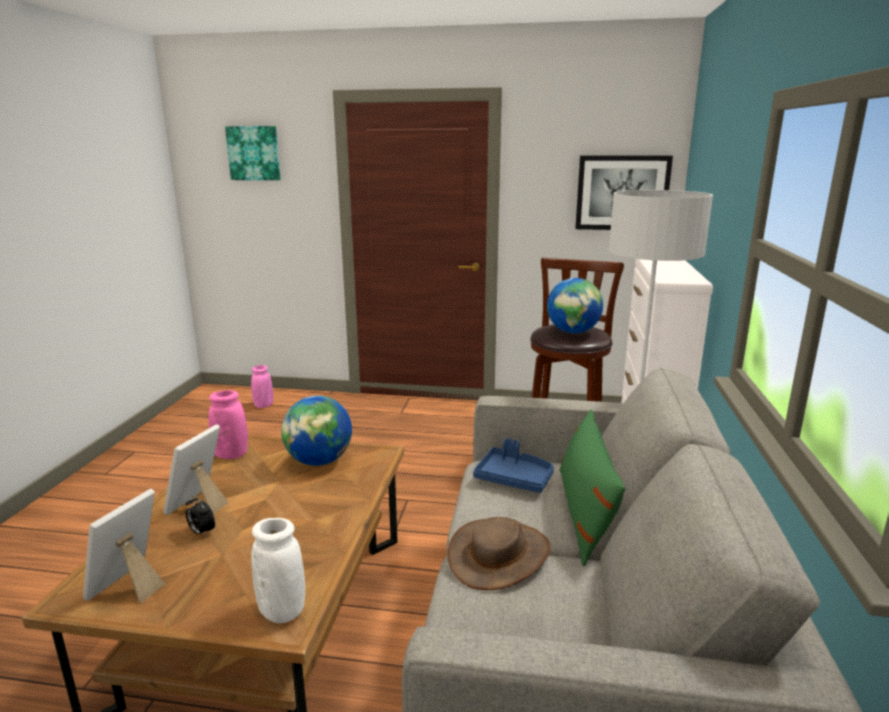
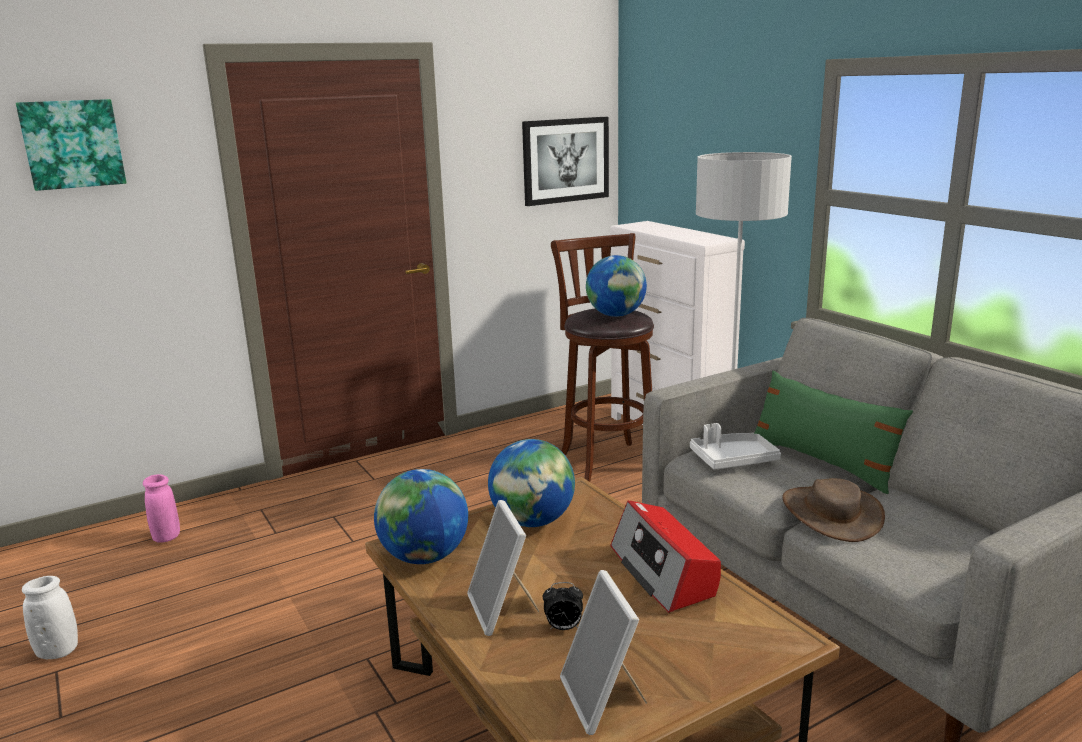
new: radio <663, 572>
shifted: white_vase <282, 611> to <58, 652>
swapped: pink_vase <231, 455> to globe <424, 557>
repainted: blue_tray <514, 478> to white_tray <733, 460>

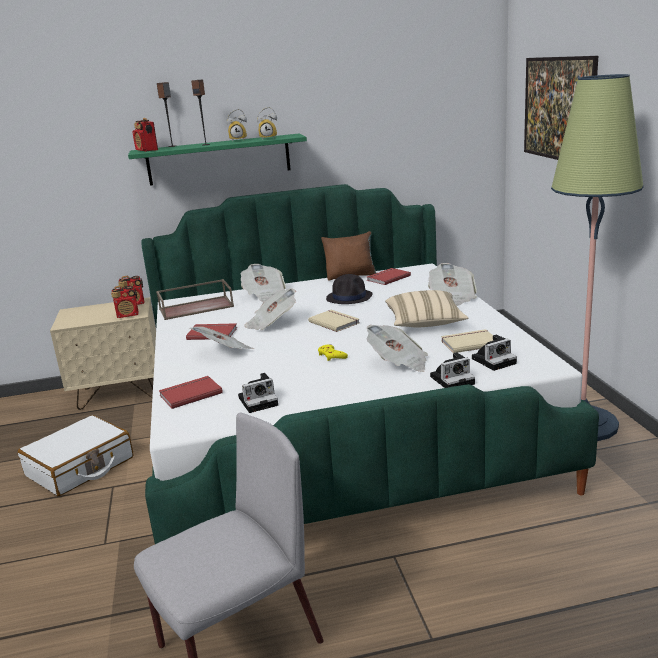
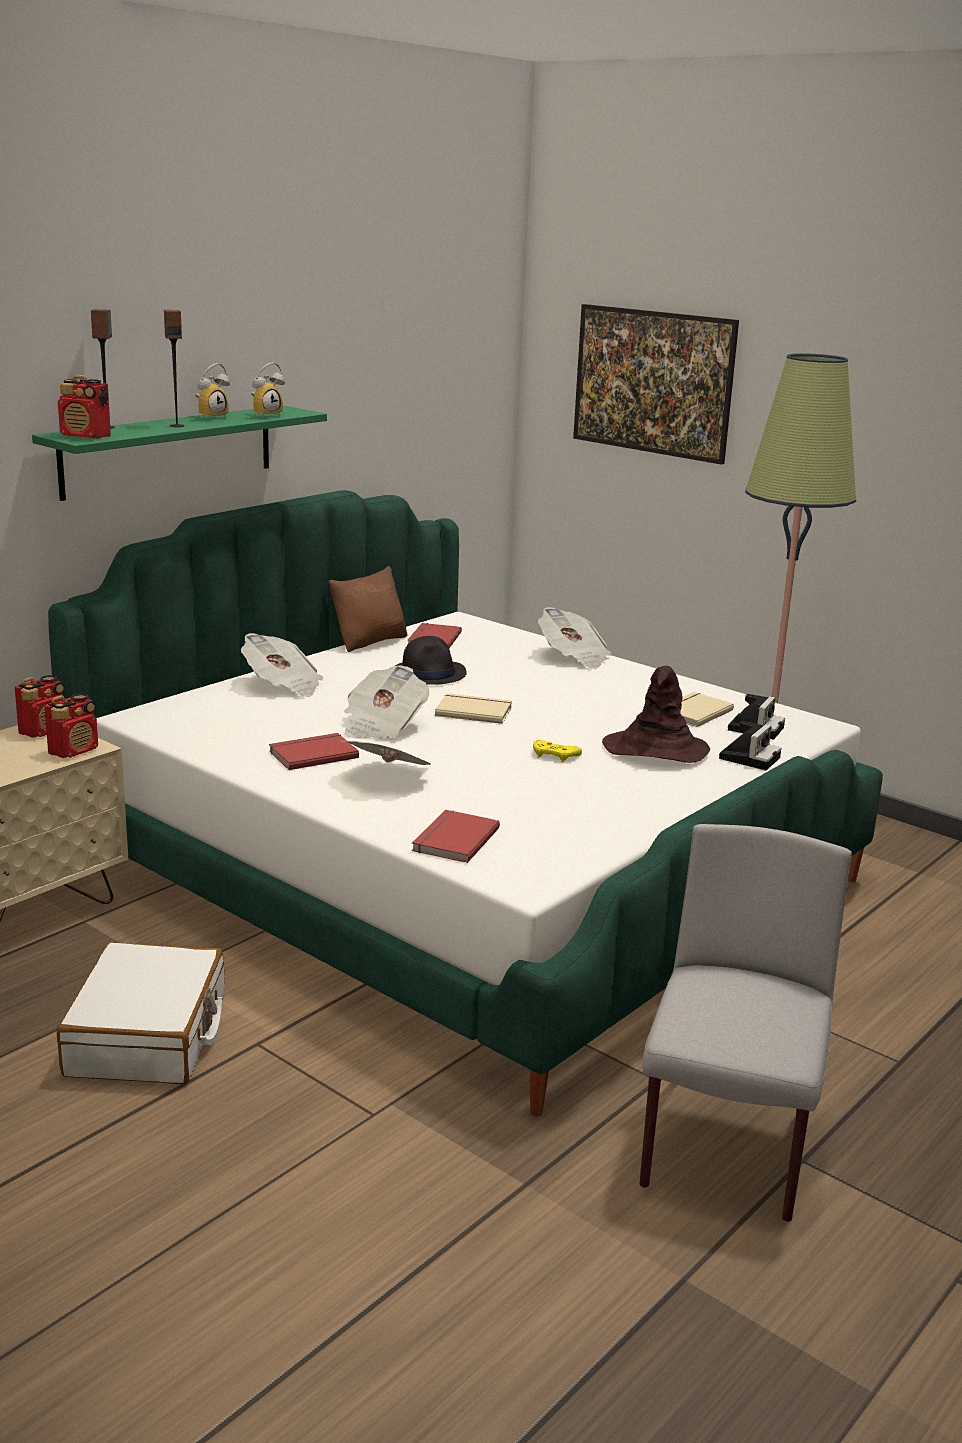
gone: brown_tray <197, 307>; beige_pillow <425, 323>; photo_camera <259, 401>
swapped: newspaper <399, 363> to brown_hat <655, 750>

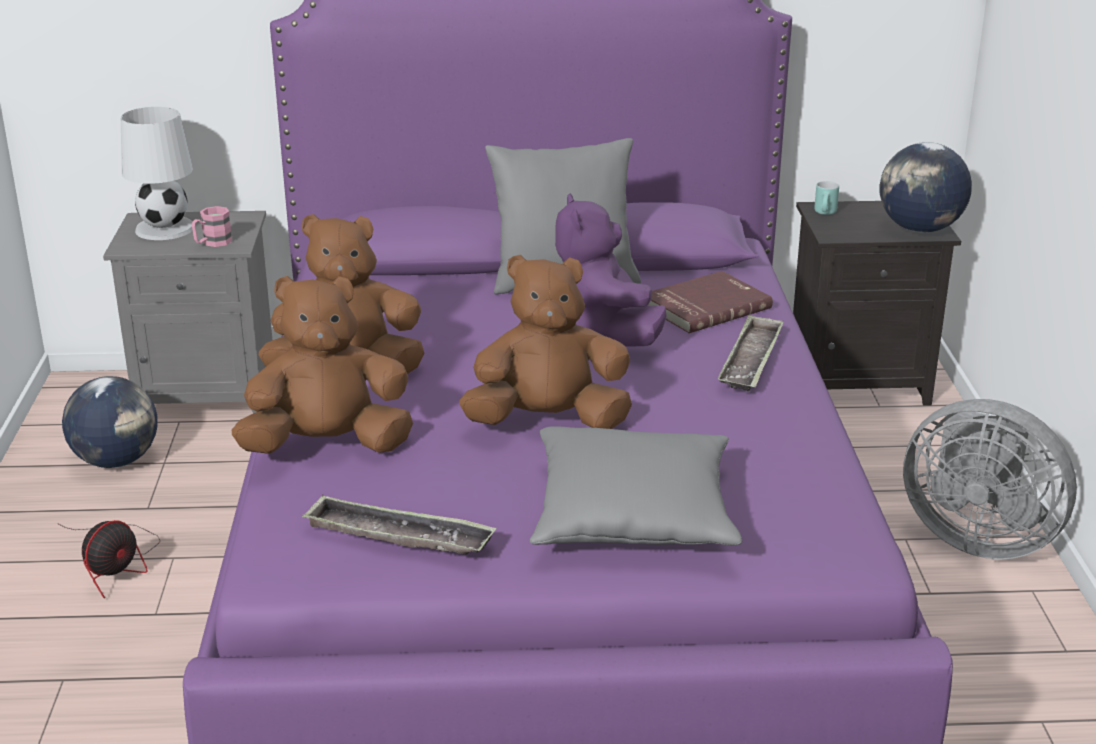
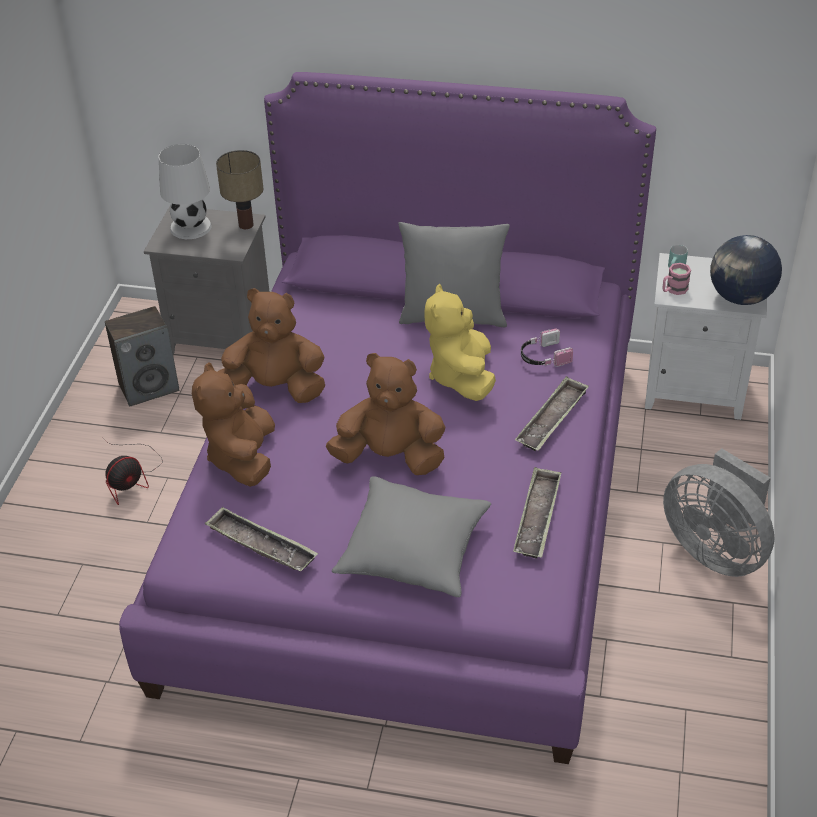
new: table_lamp <245, 224>; tray <537, 517>
shifted: pink_mug <212, 243> to <673, 290>
swapped: red_book <704, 306> to headphones <543, 357>; globe <116, 461> to speaker <149, 387>
repainted: purple_plush_toy <606, 334> to yellow_plush_toy <461, 377>; black_nightstand <859, 382> to white_nightstand <695, 388>
rotated: brown_plush_toy <328, 446> = <242, 458> 90 degrees counterclockwise

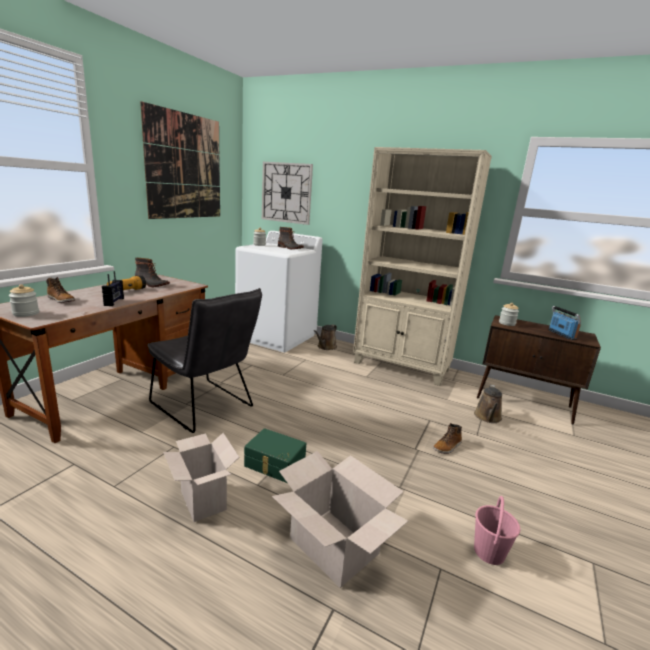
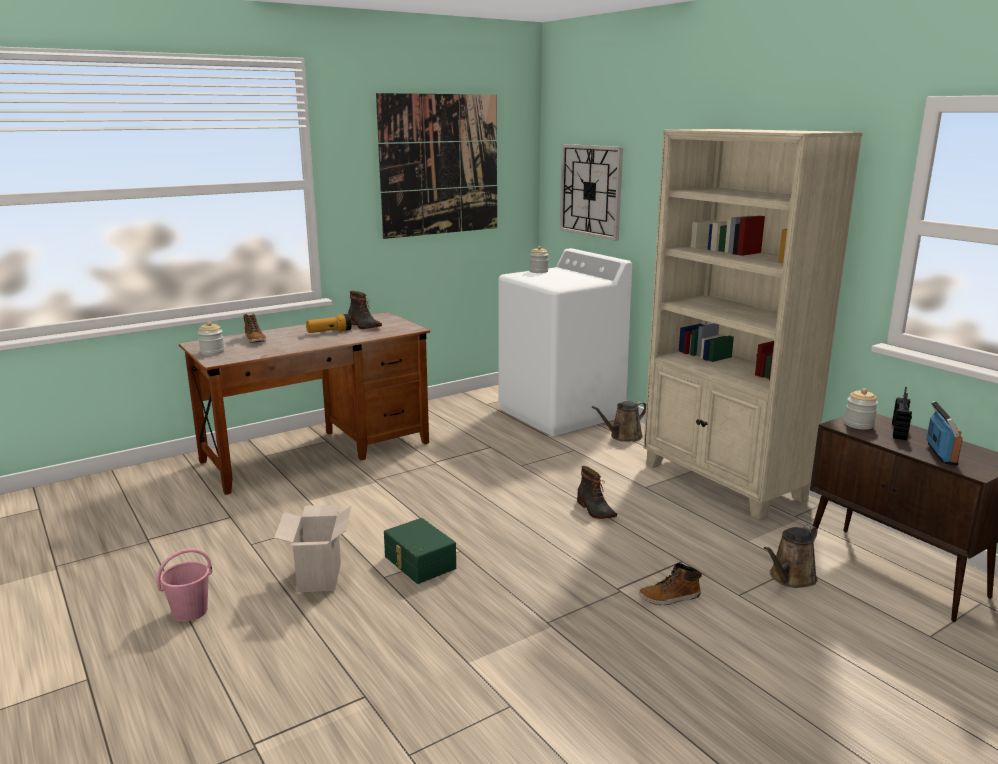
gone: grey_chair <205, 407>; cardboard_box <333, 546>
shifted: boot <289, 248> to <595, 510>; radio <114, 302> to <900, 432>; pink_bucket <489, 551> to <191, 611>

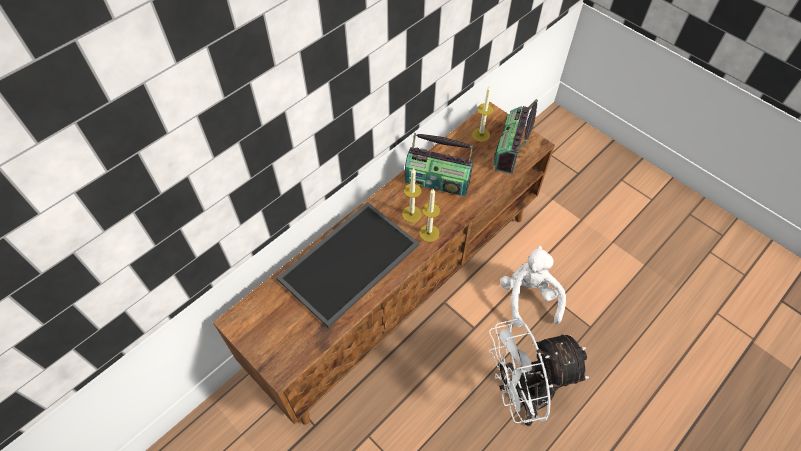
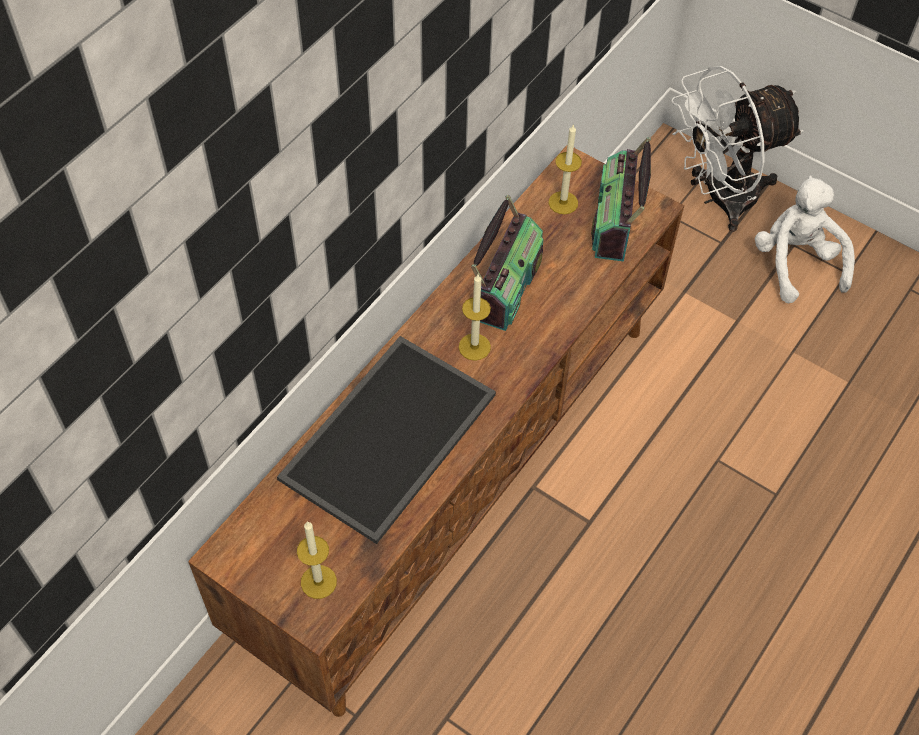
shifted: candle <429, 233> to <318, 582>; white_plush_toy <528, 297> to <796, 263>; white_fan <522, 393> to <719, 199>
rotated: radio <437, 180> = <506, 287> 75 degrees counterclockwise

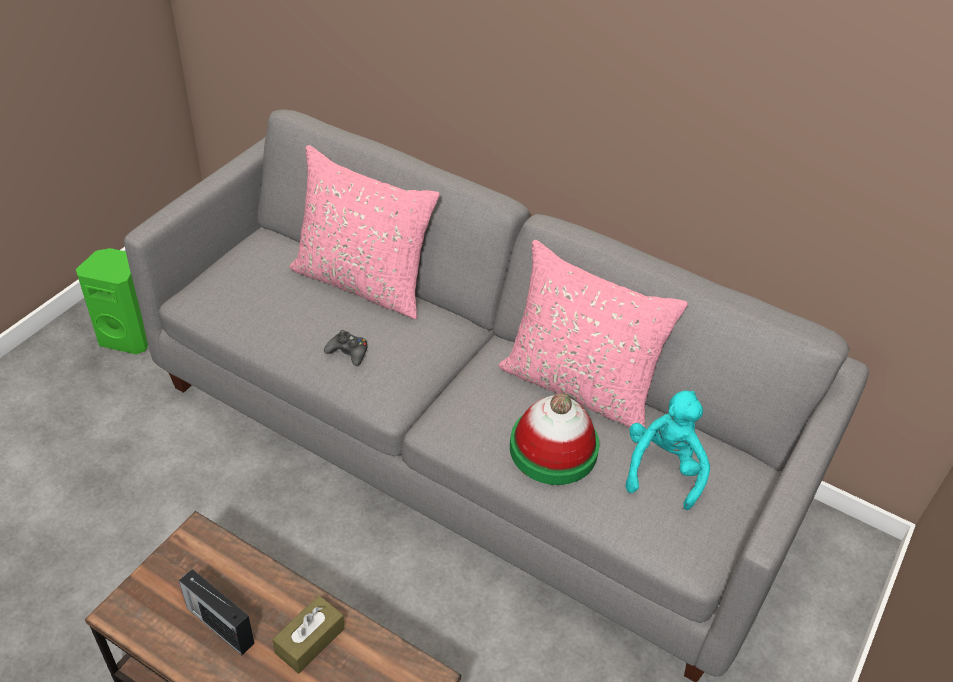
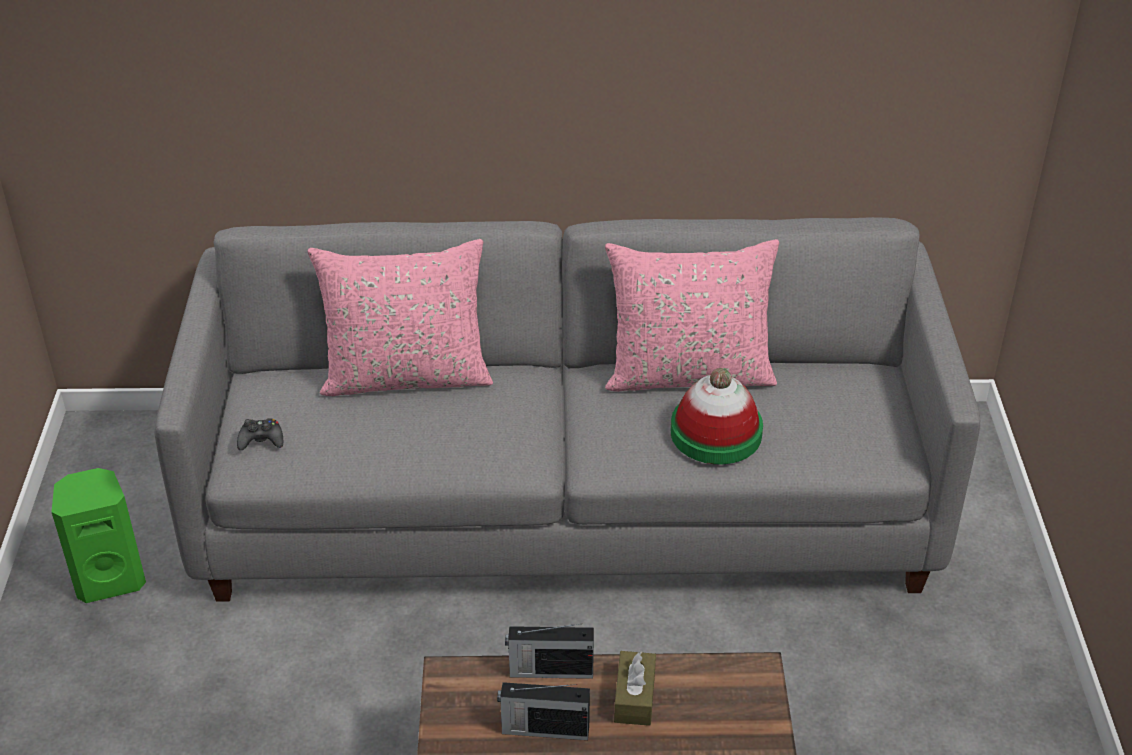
gone: turquoise_plush_toy <663, 469>
new: radio <549, 670>
shifted: black_game_controller <348, 352> to <261, 440>

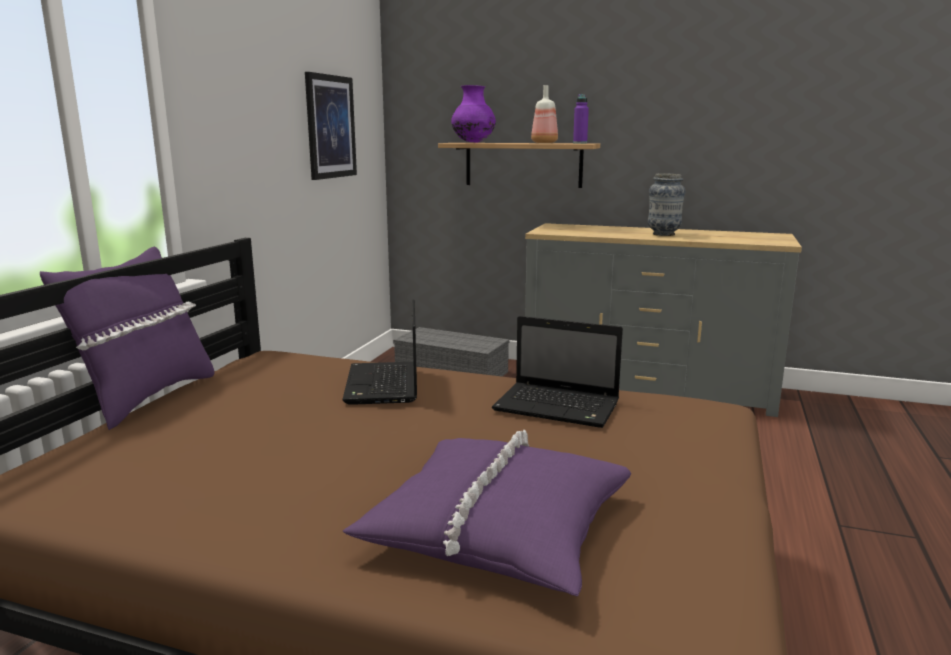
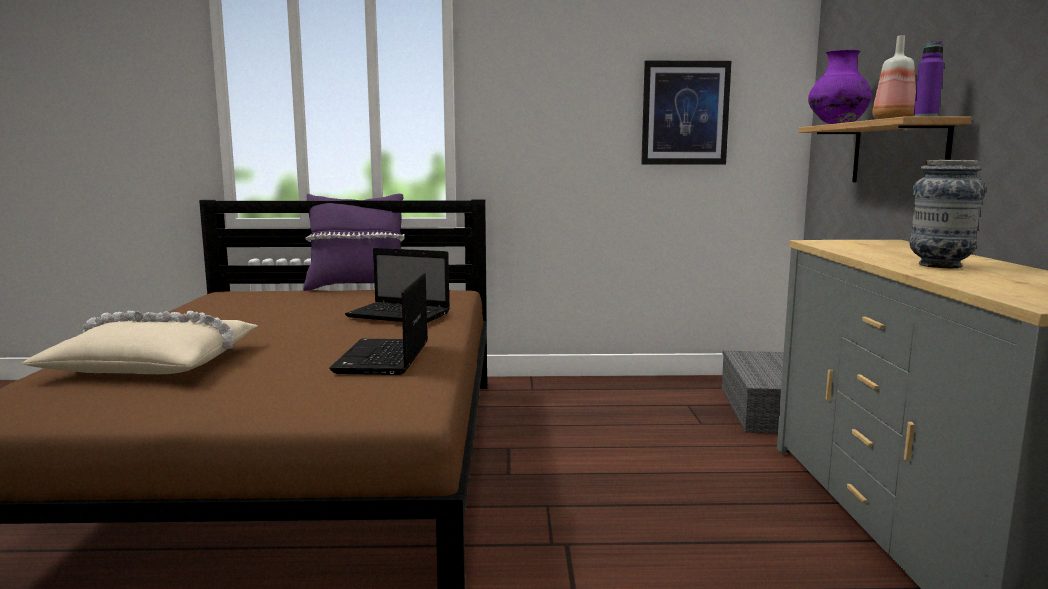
repainted: purple_pillow <497, 527> to beige_pillow <156, 363>
rotated: laptop <383, 385> = <401, 315> 135 degrees counterclockwise

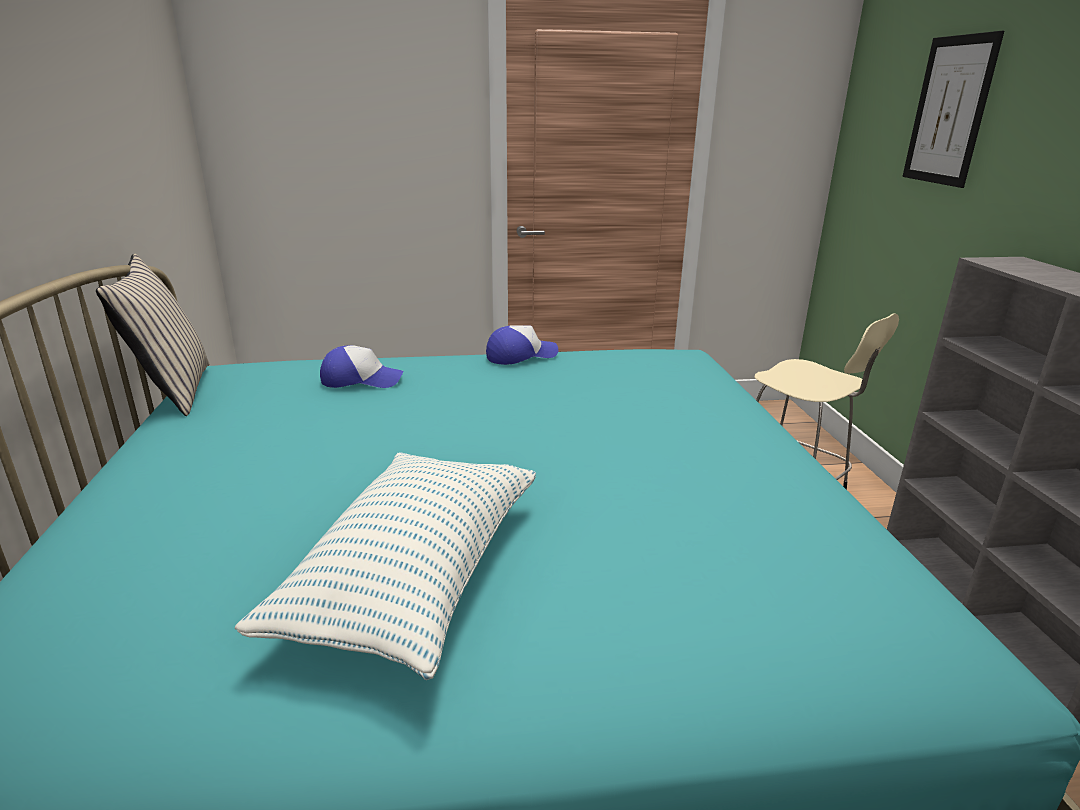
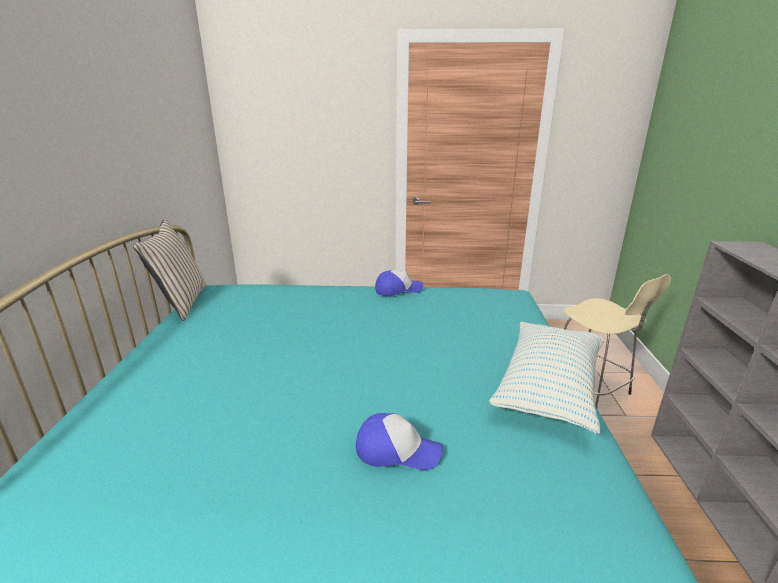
gone: picture <949, 111>
shifted: cap <361, 380> to <397, 450>; pillow <414, 578> to <549, 387>

